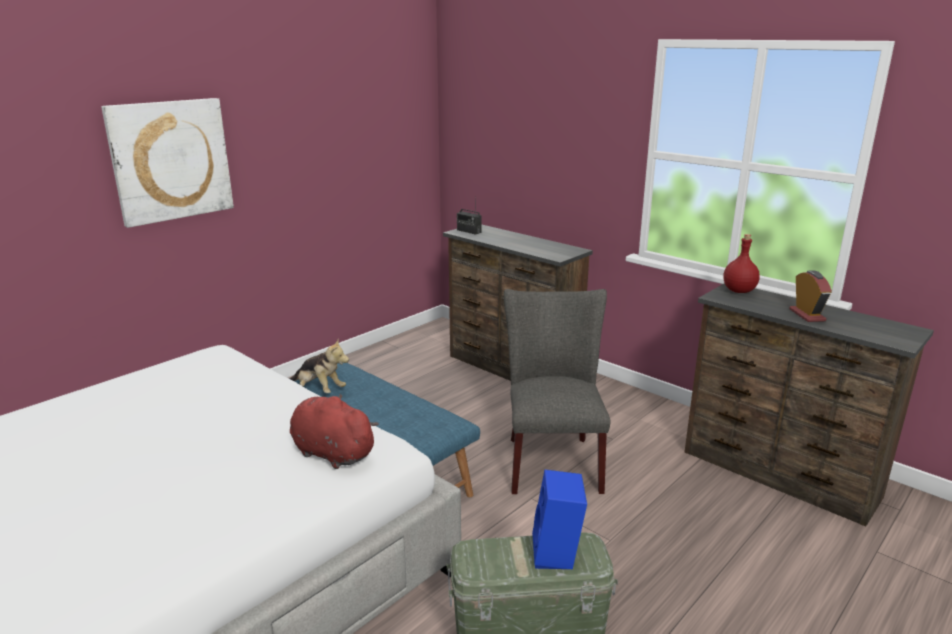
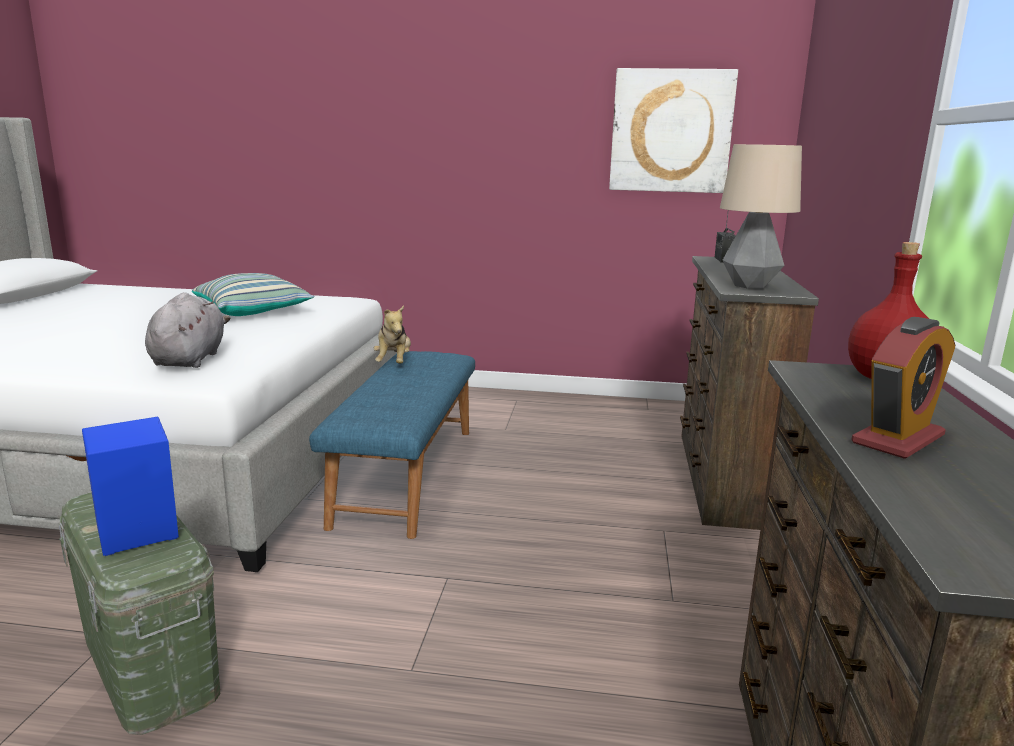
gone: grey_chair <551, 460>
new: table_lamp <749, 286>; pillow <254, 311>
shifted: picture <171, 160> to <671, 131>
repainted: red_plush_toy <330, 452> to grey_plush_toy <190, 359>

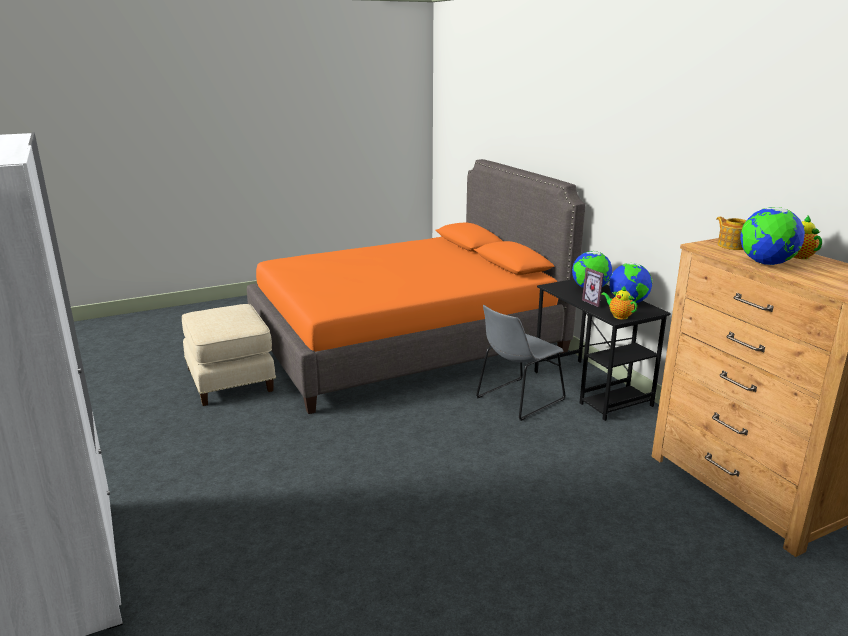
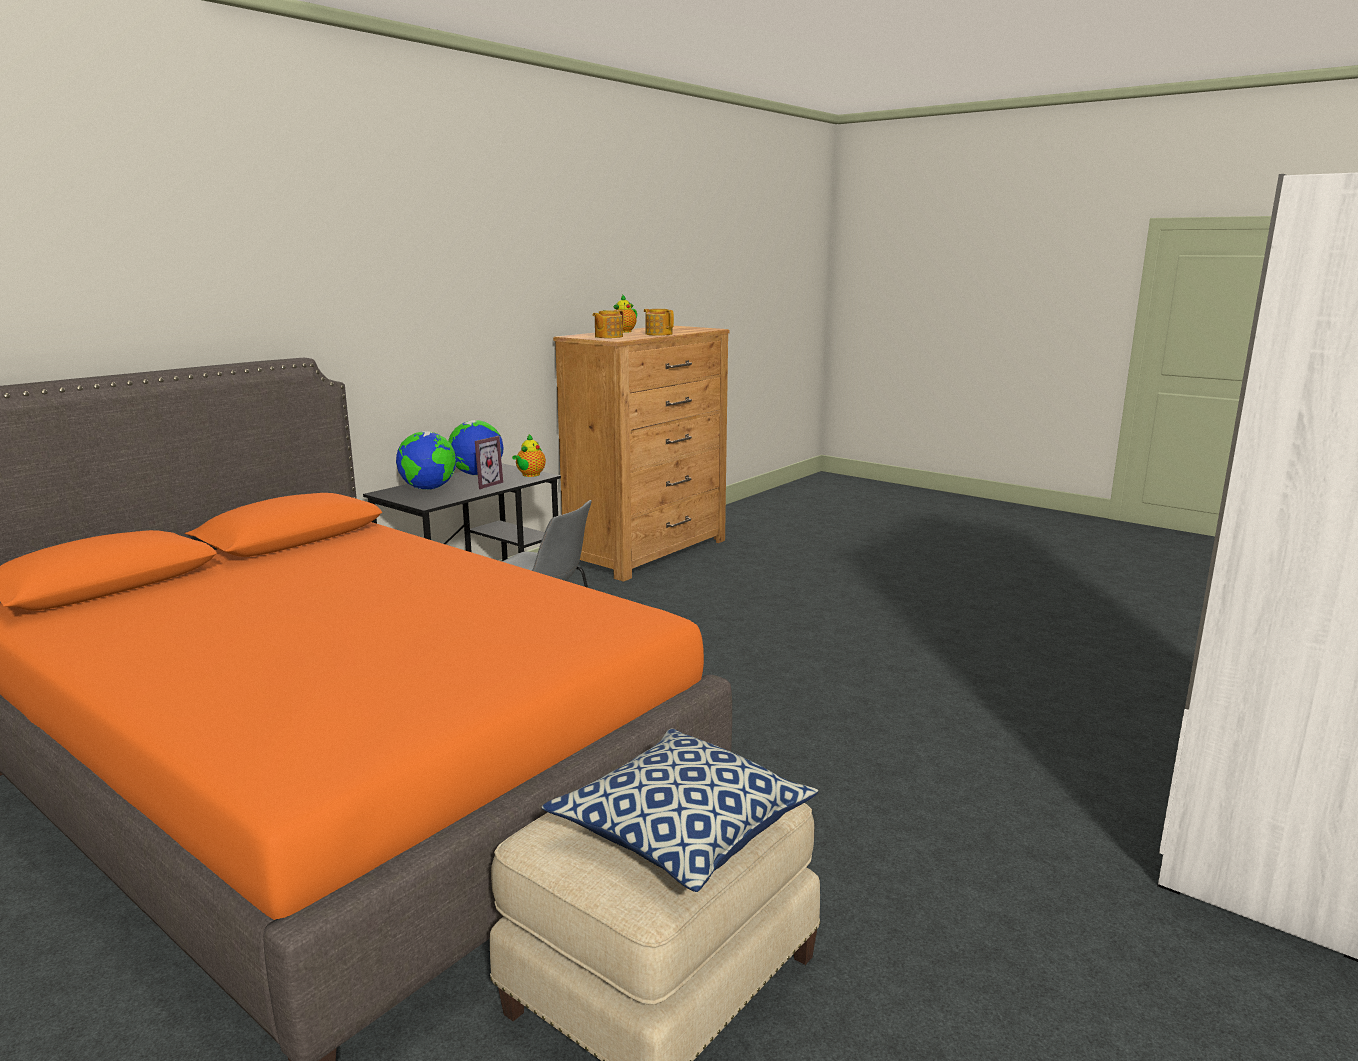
new: pillow <682, 831>
swapped: globe <766, 264> to teapot <658, 334>

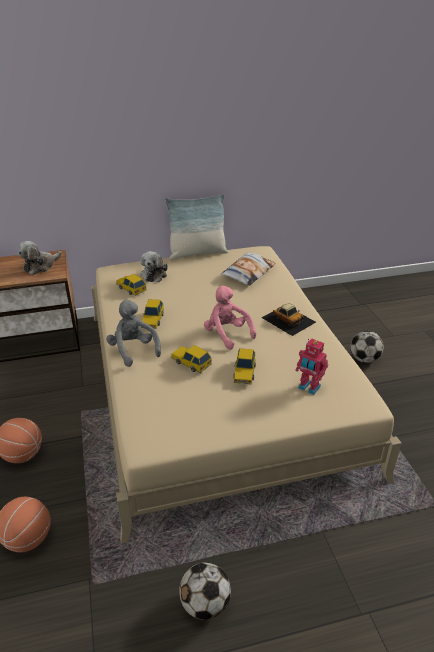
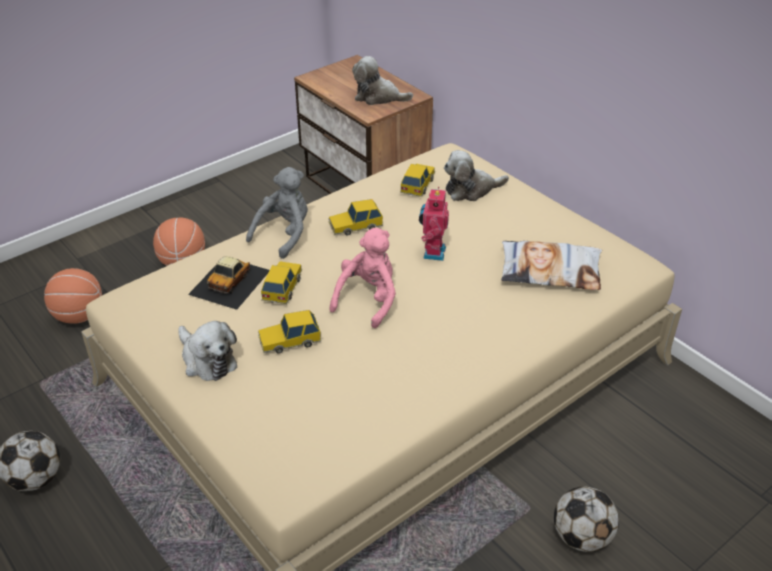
gone: pillow <197, 253>
new: plush_toy <207, 360>
shifted: toy_car <288, 319> to <230, 282>; toy_robot <308, 388> to <432, 252>

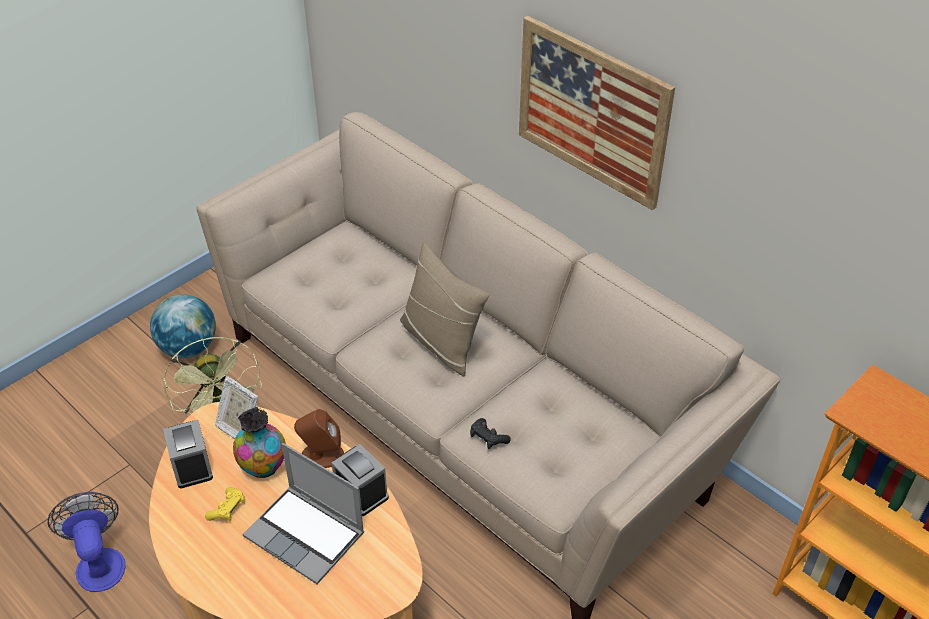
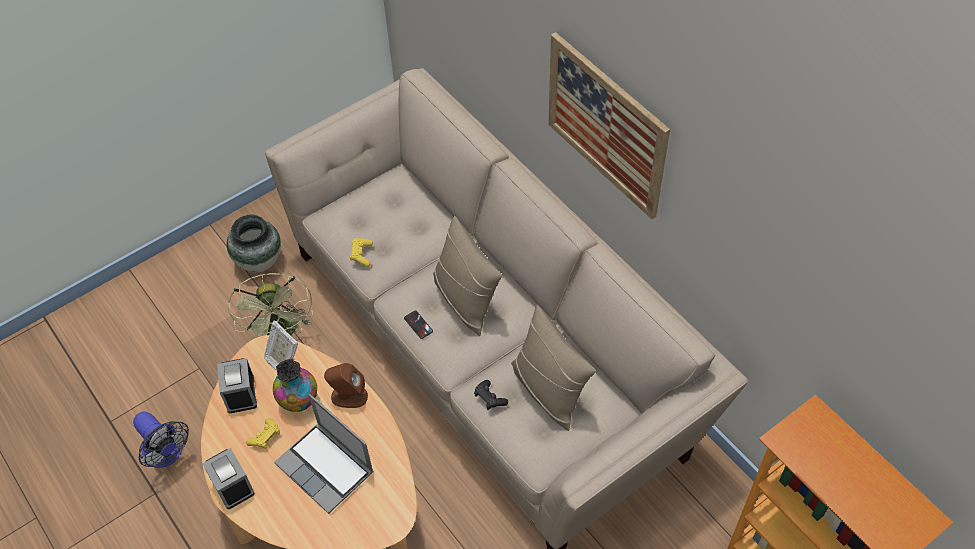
new: yellow_game_controller <361, 255>; beige_pillow <549, 390>; phone <418, 325>
shifted: alarm_clock <361, 492> to <232, 485>
swapped: globe <188, 348> to vase <259, 261>
rotated: fan <99, 562> = <166, 454> 150 degrees clockwise

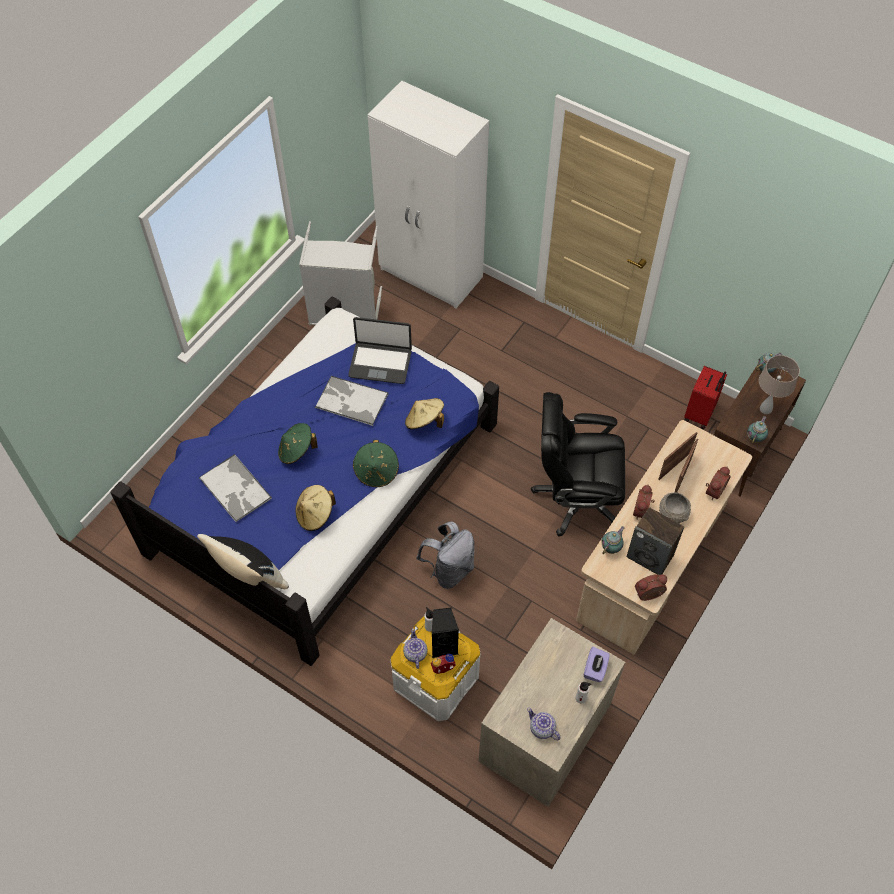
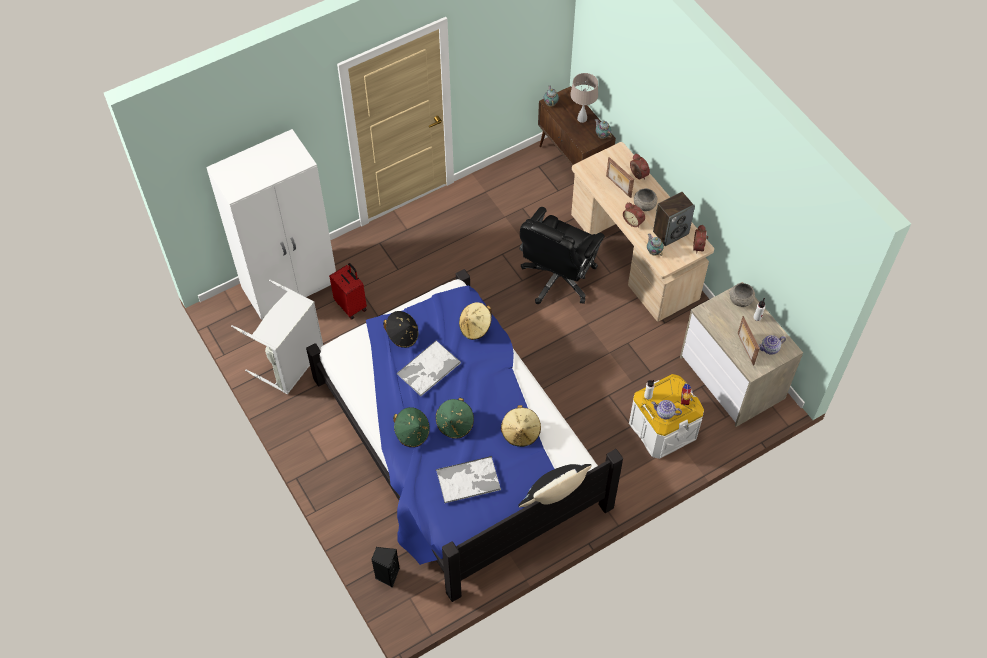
gone: grey_backpack <449, 570>
shifted: red_suitcase <700, 414> to <351, 305>; picture_frame <673, 465> to <745, 349>; green_hat <376, 471> to <412, 433>; black_speaker <444, 645> to <387, 575>
swapped: laptop <380, 363> to black_hat <402, 335>; purple_tissue_box <595, 669> to grey_bowl <740, 300>

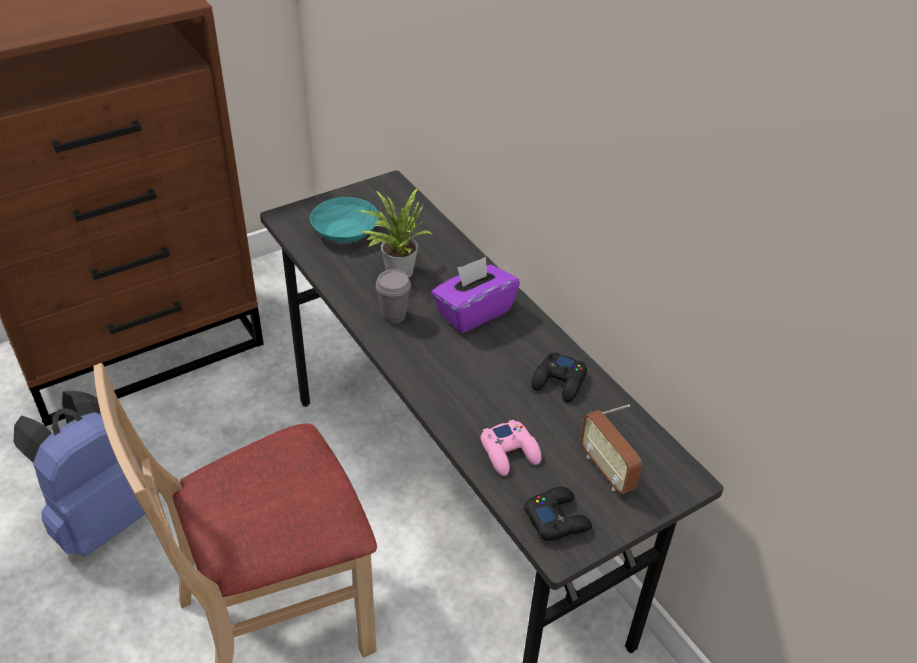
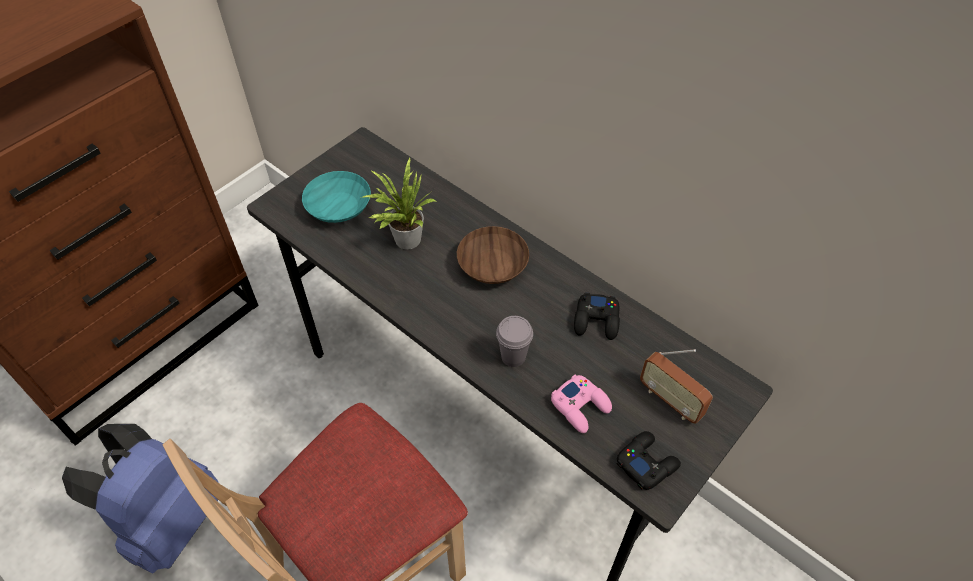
shifted: grey_cup <394, 316> to <513, 357>
swapped: purple_tissue_box <473, 312> to brown_bowl <493, 266>

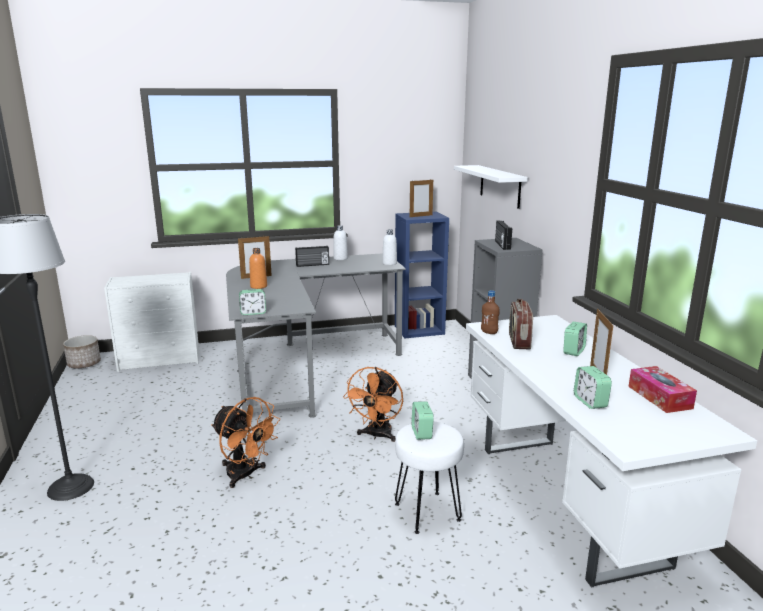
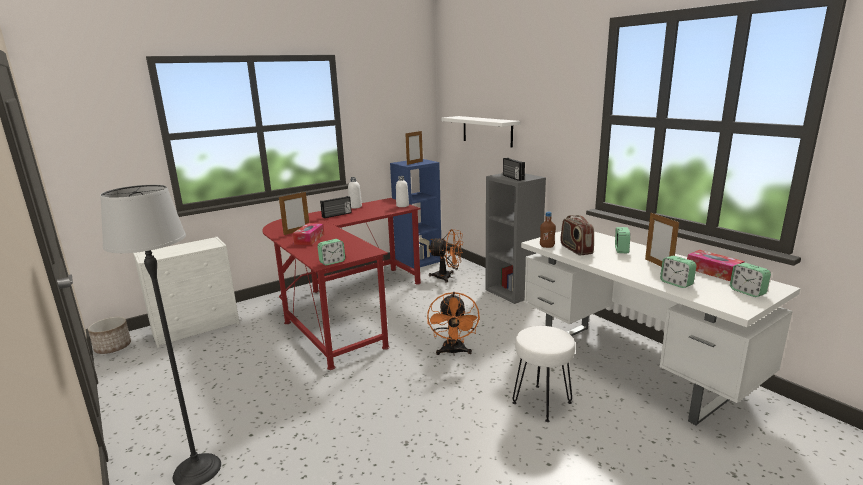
shifted: orange_fan <246, 475> to <447, 277>; alarm_clock <421, 433> to <747, 292>
swapped: orange_bottle <258, 286> to tissue_box <309, 239>
repainted: grey_desk <304, 367> to red_desk <344, 308>

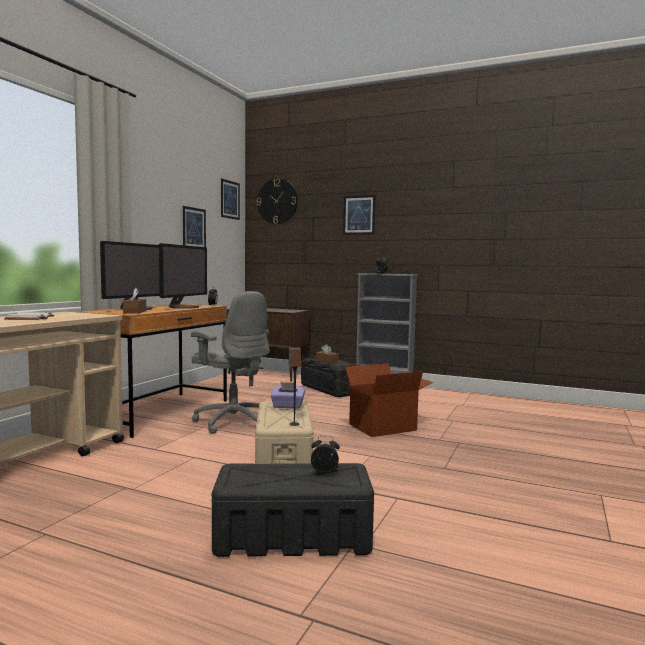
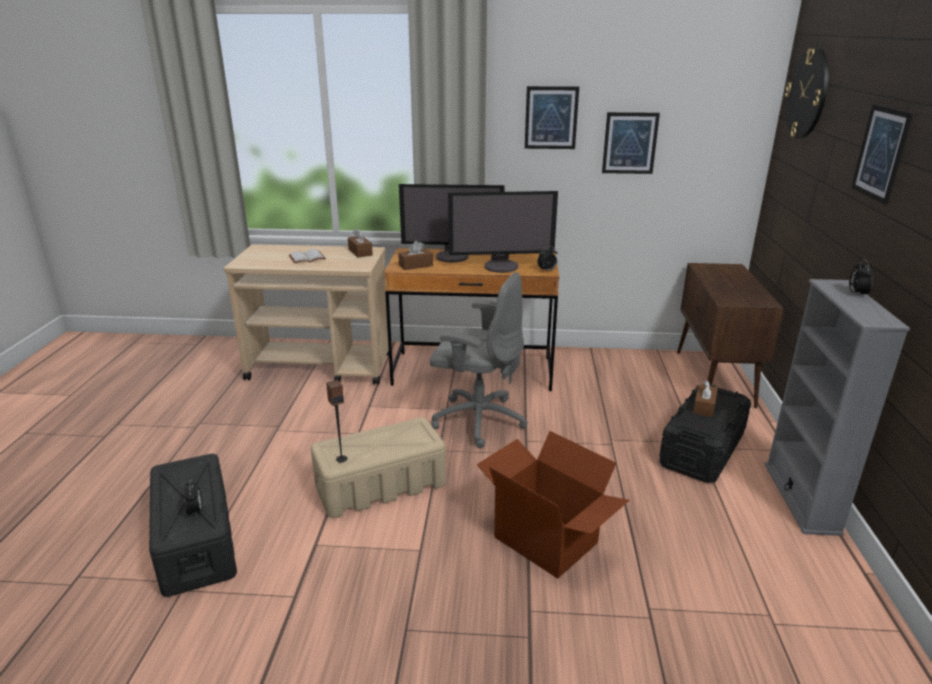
gone: purple_tissue_box <287, 406>
new: brown_tissue_box <360, 252>
shifted: picture <230, 199> to <551, 118>
rotated: grey_office_chair <233, 422> = <477, 420> 90 degrees counterclockwise

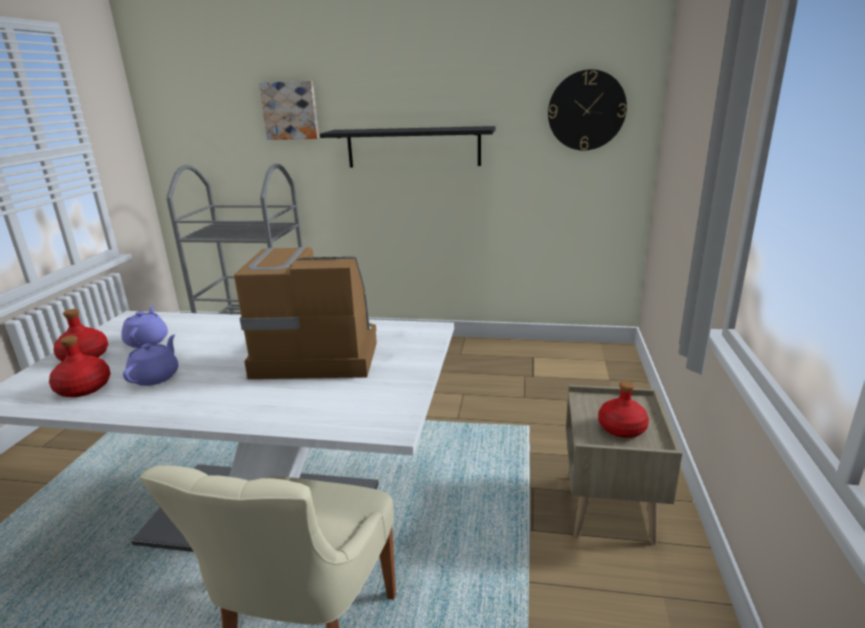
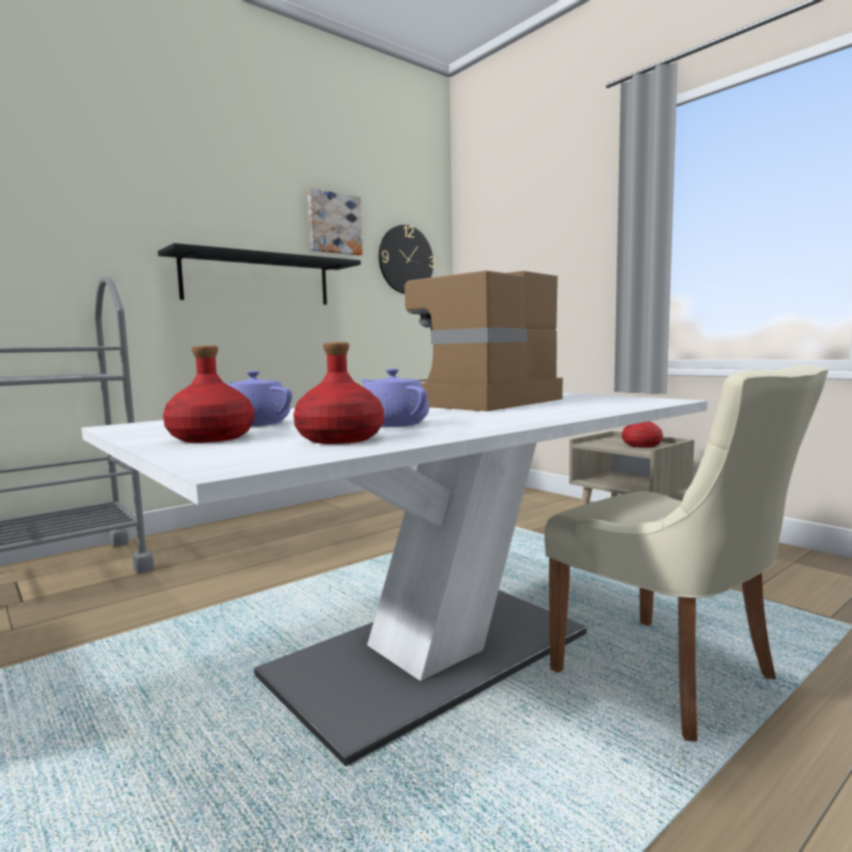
shifted: picture <290, 110> to <333, 223>

